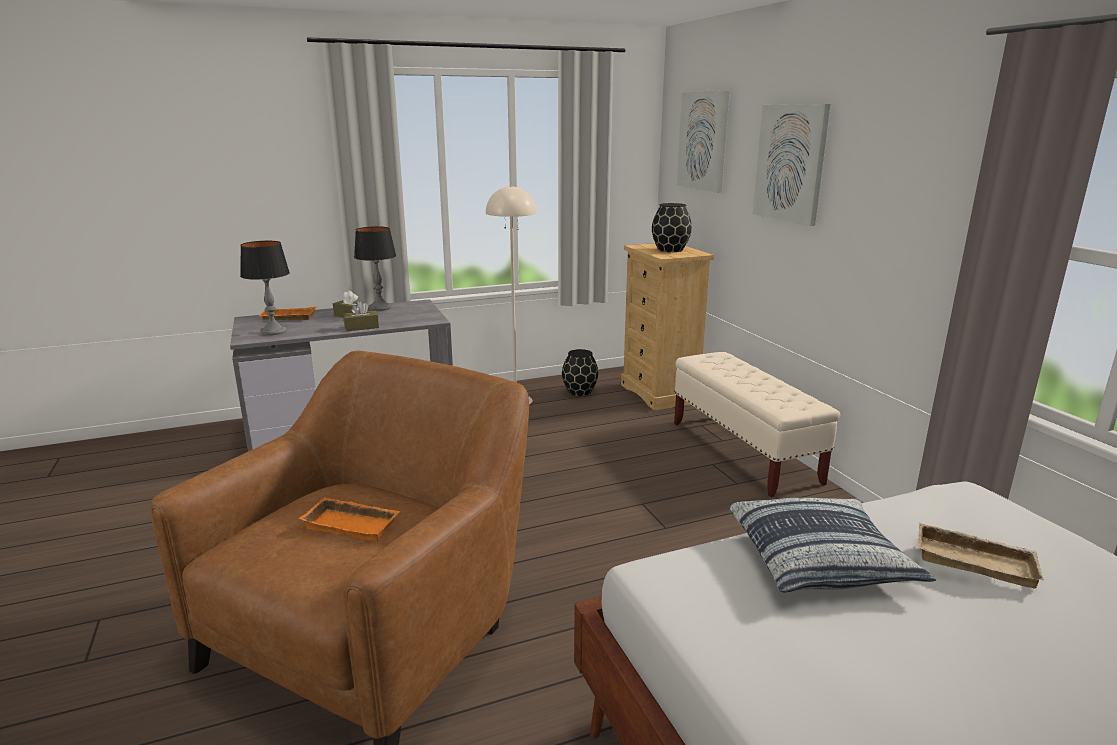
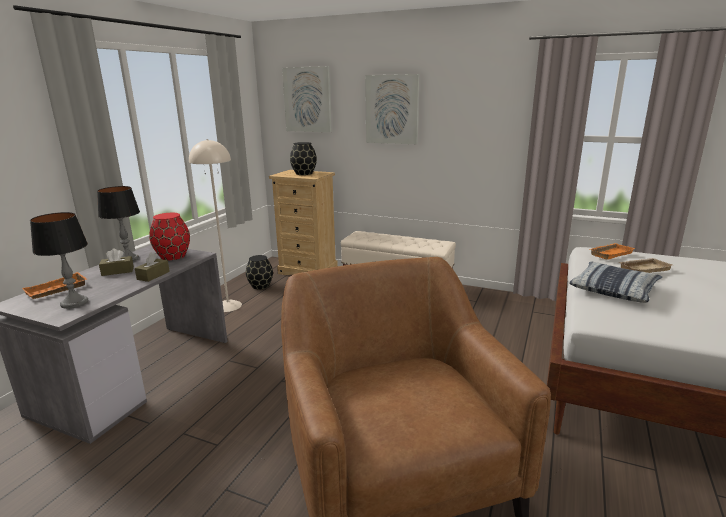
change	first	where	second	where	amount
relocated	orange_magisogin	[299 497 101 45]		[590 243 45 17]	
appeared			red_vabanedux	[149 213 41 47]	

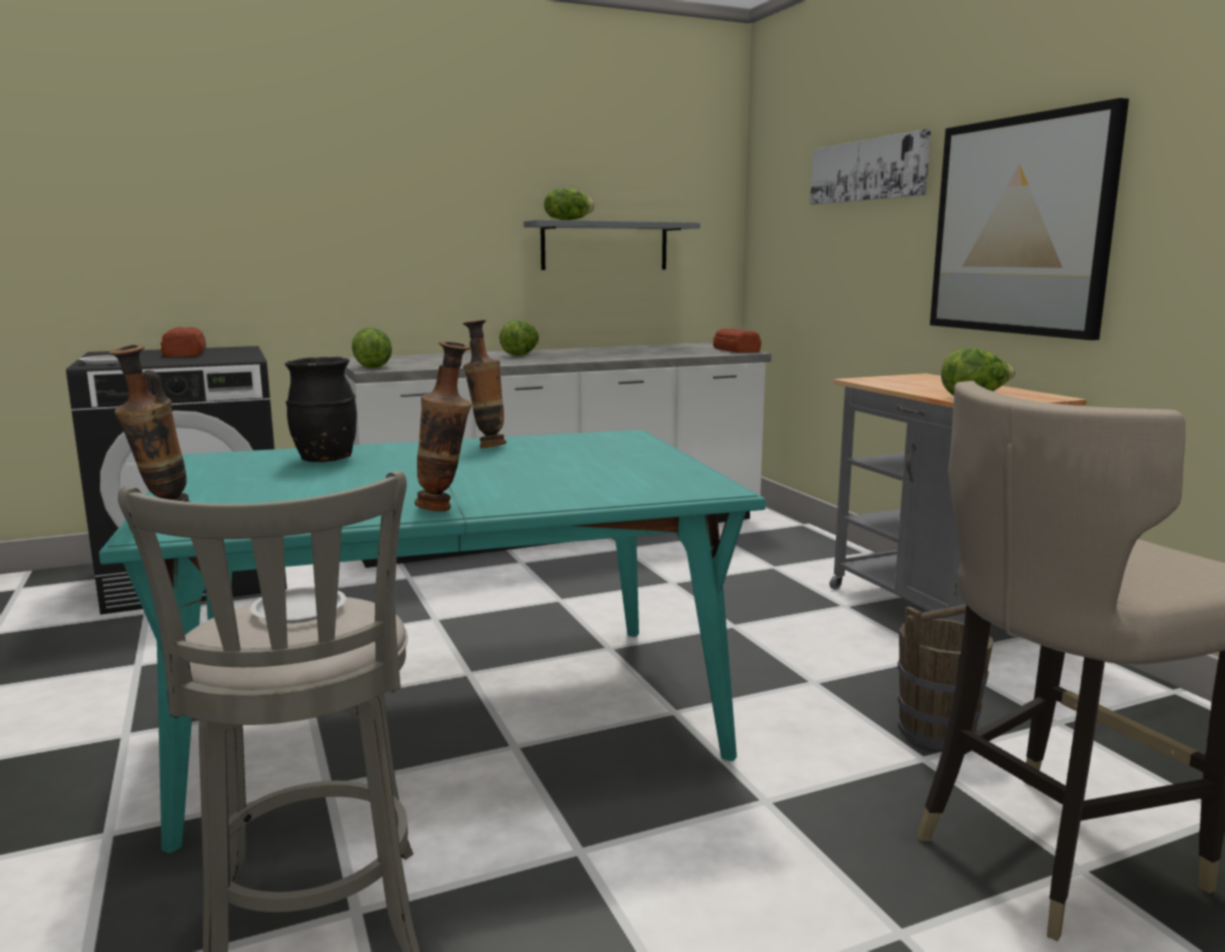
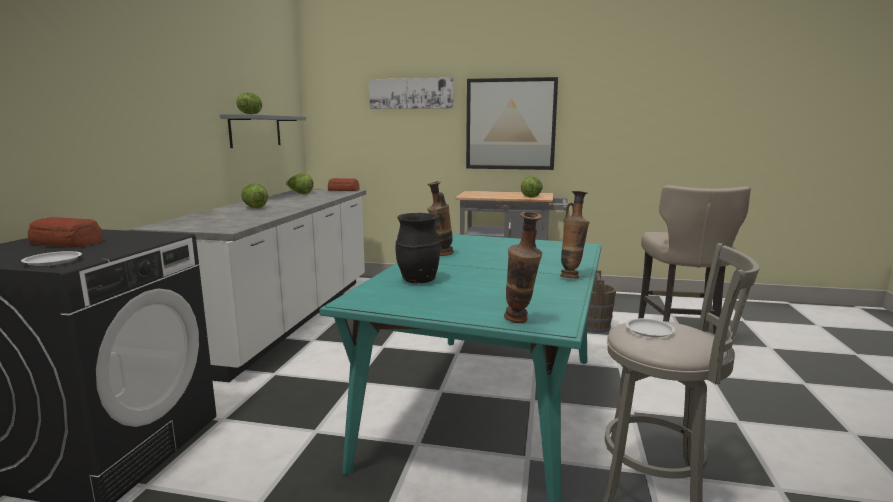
change	first	where	second	where	amount
relocated	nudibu	[352 327 40 41]		[286 173 28 21]	

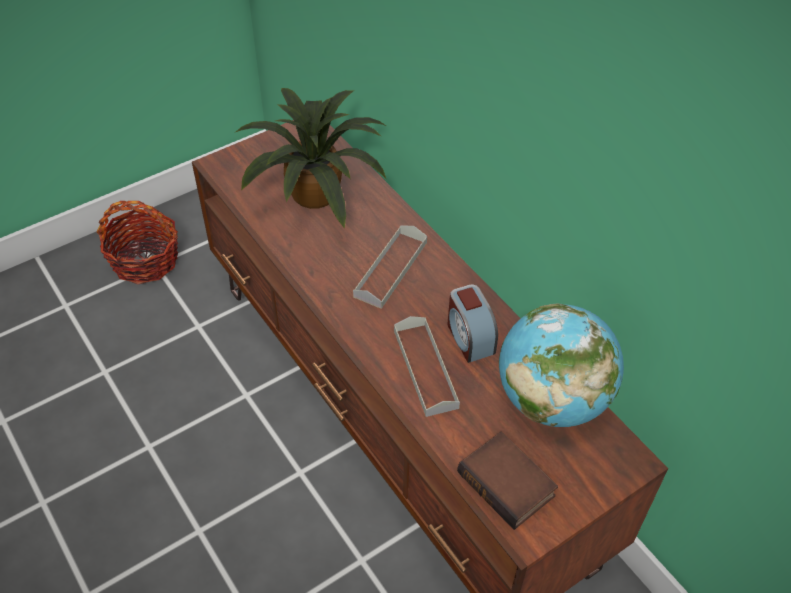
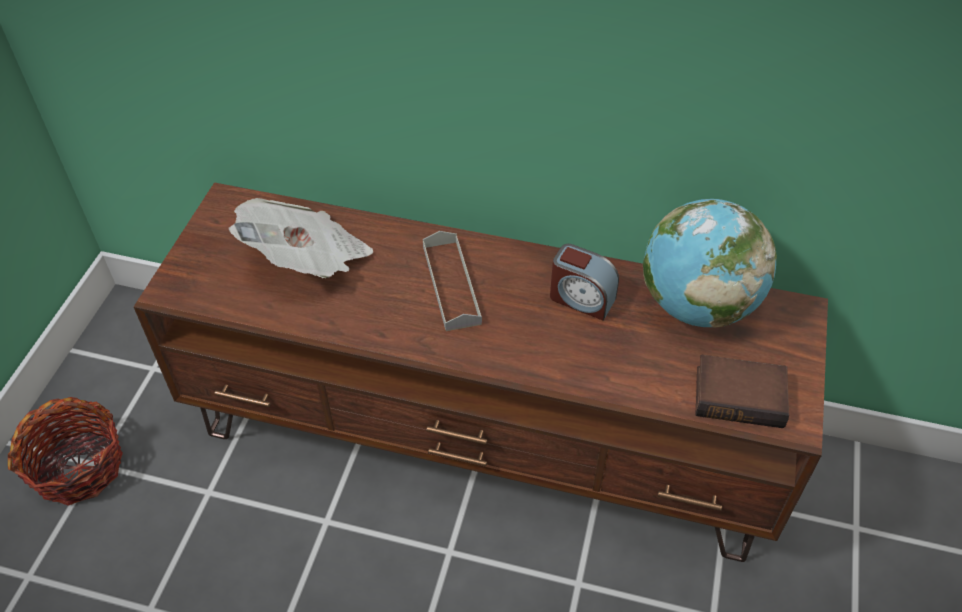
change	first	where	second	where	amount
exchanged	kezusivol	[236 88 150 141]	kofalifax	[228 198 145 80]	
missing	grey_magisogin	[394 316 66 101]			

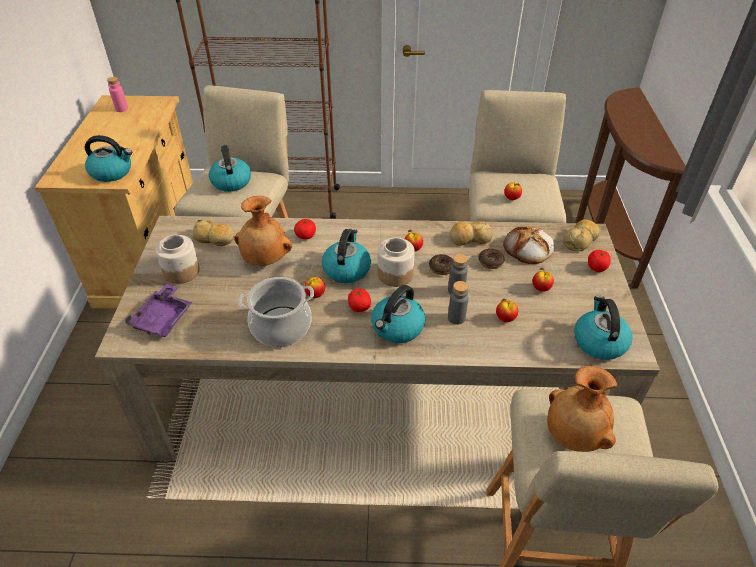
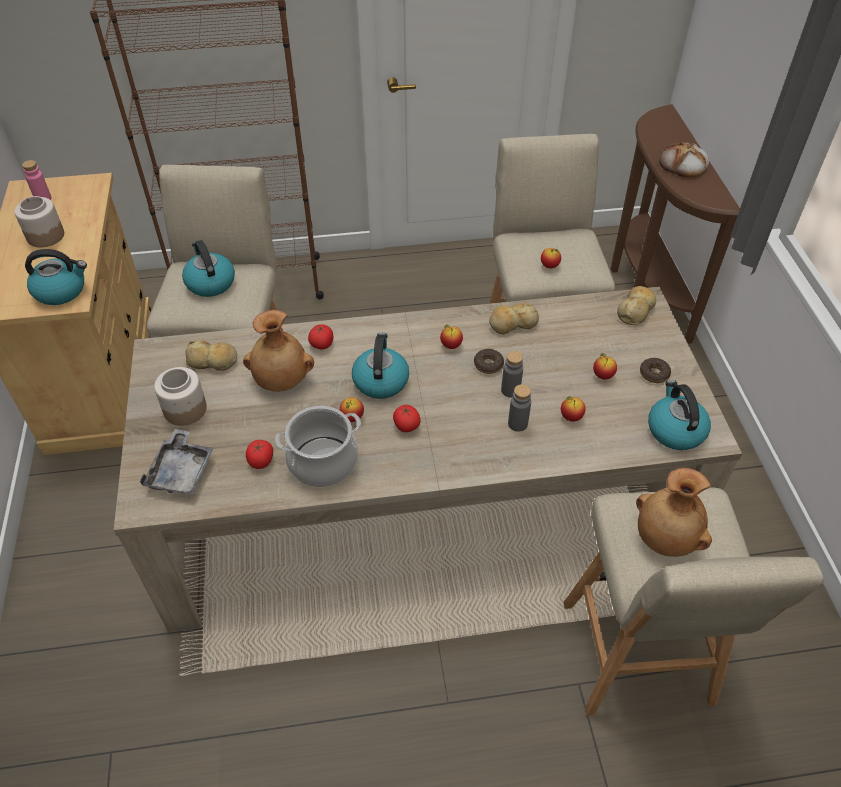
change	first	where	second	where	amount
relocated	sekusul	[503 226 52 38]		[659 142 50 36]	
relocated	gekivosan	[377 238 38 49]		[14 196 50 52]	
relocated	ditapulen	[478 248 27 21]		[640 358 31 25]	
relocated	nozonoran	[588 250 23 22]		[246 440 27 29]	
colour	purple_magisogin	[125 284 67 53]	grey_magisogin	[140 429 73 65]	
missing	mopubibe	[371 285 54 58]			

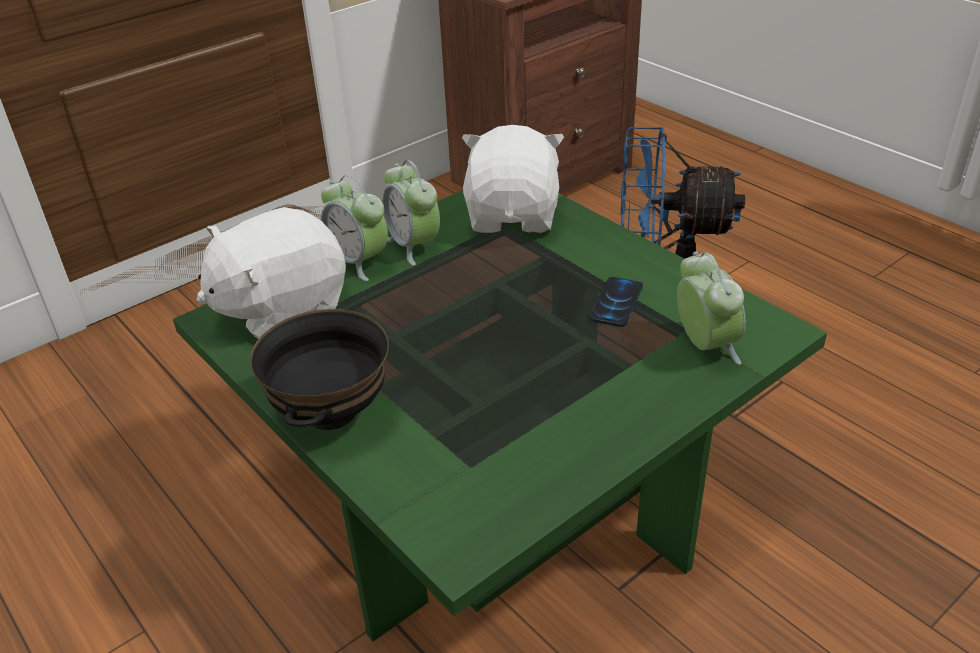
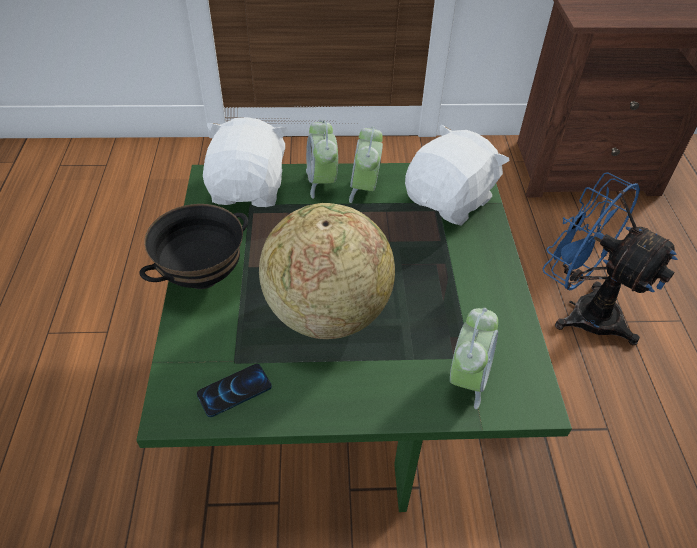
change	first	where	second	where	amount
spun	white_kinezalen	[197 207 149 133]		[203 117 86 90]	90 degrees clockwise
relocated	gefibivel	[590 277 53 50]		[197 364 75 53]	
appeared			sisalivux	[259 203 136 136]	

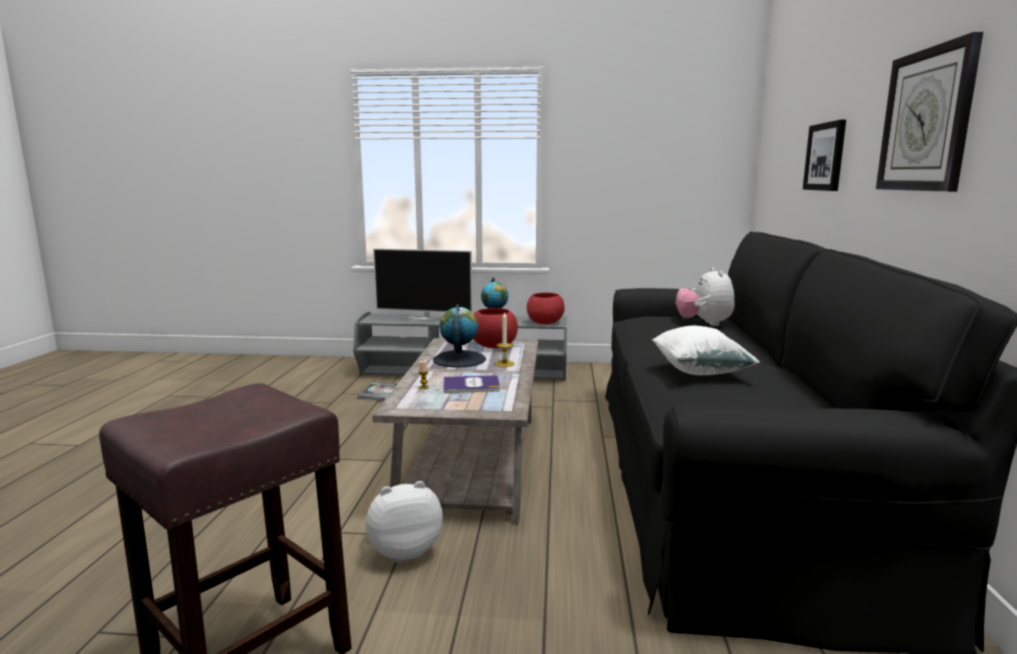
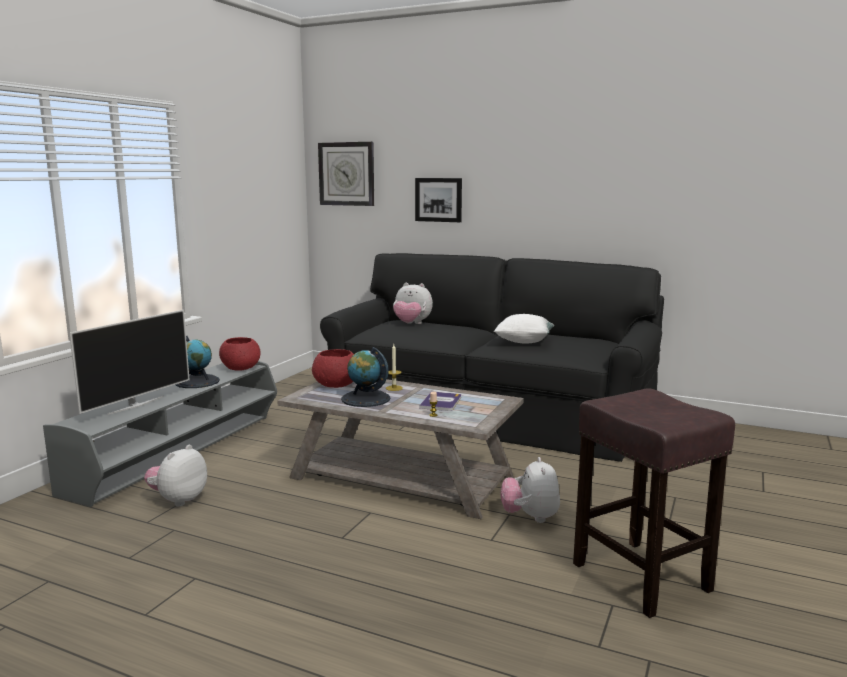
change	first	where	second	where	amount
relocated	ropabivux	[876 32 107 160]		[318 142 56 64]	
exchanged	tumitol	[357 383 40 17]	kinezalen	[144 445 63 61]	

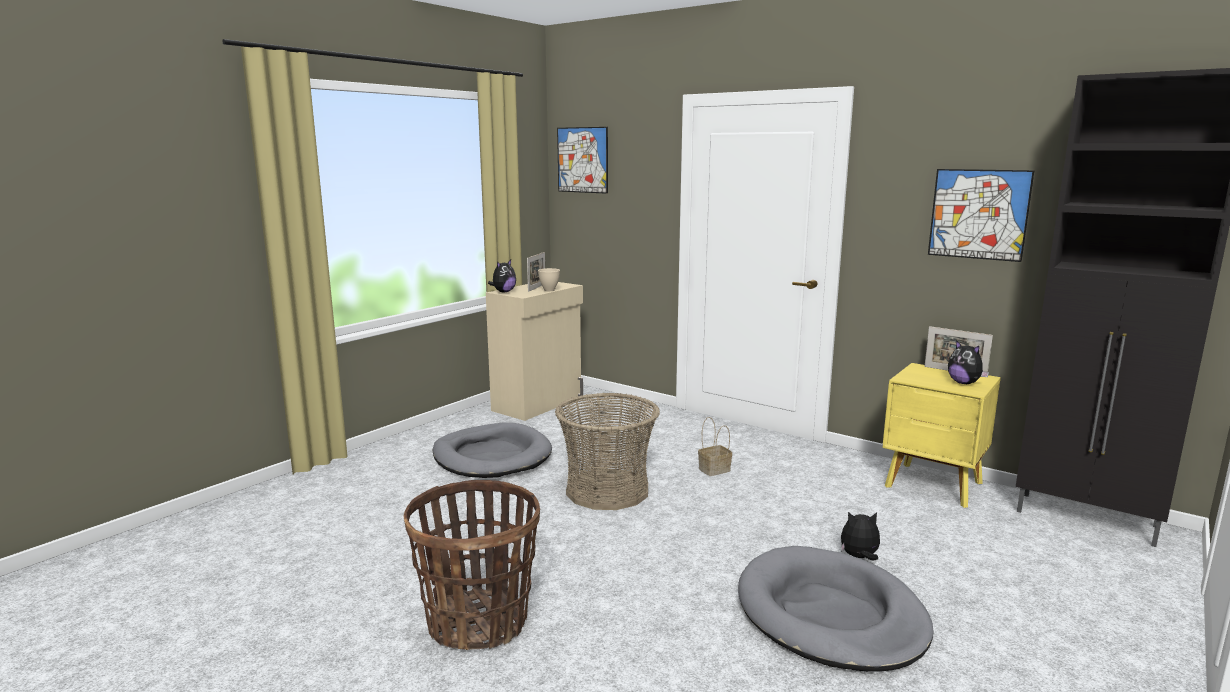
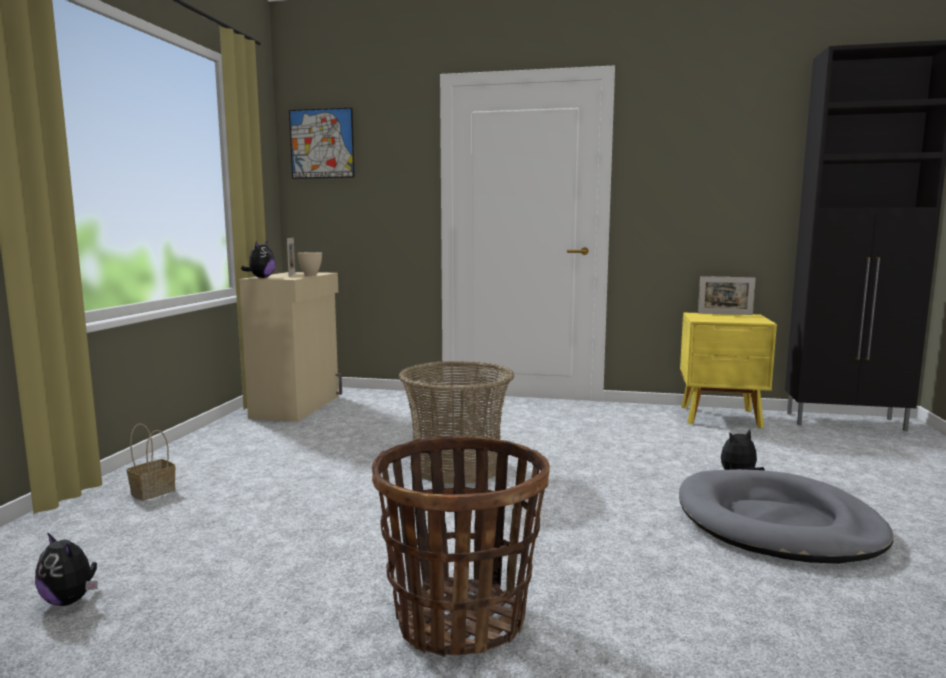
change	first	where	second	where	amount
missing	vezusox	[928 169 107 93]			
relocated	kinezalen	[948 340 41 44]		[35 532 63 74]	
relocated	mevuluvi	[698 417 34 59]		[127 423 49 78]	
missing	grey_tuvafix	[432 422 120 56]			

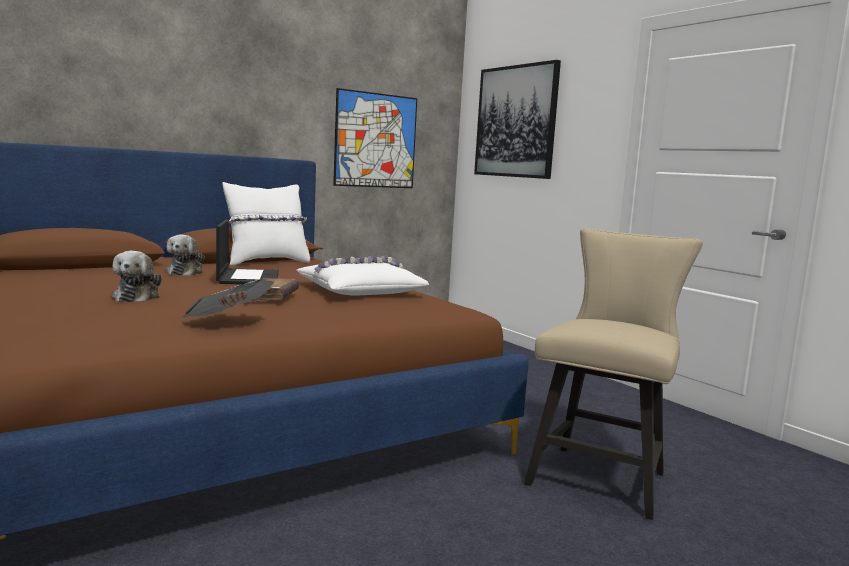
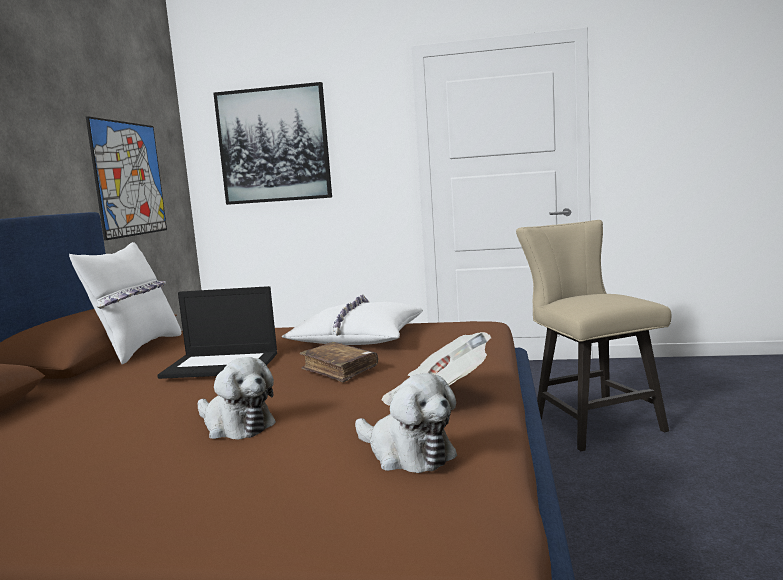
change	first	where	second	where	amount
spun	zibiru	[216 219 63 65]		[157 286 120 93]	150 degrees clockwise
relocated	kinezalen	[166 235 39 41]		[355 373 102 100]	

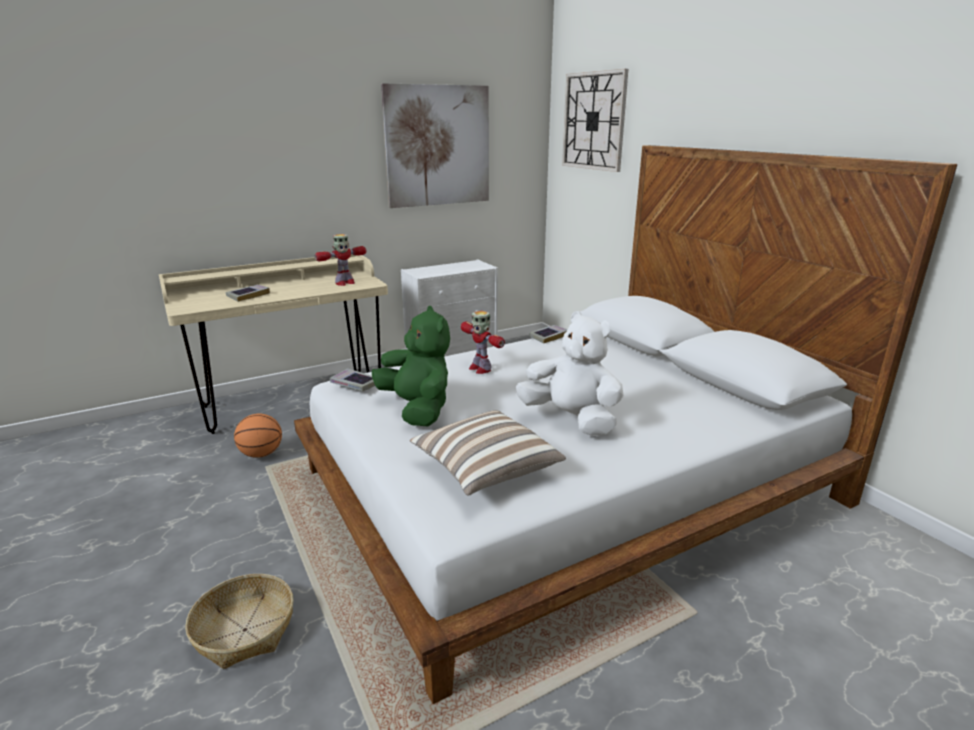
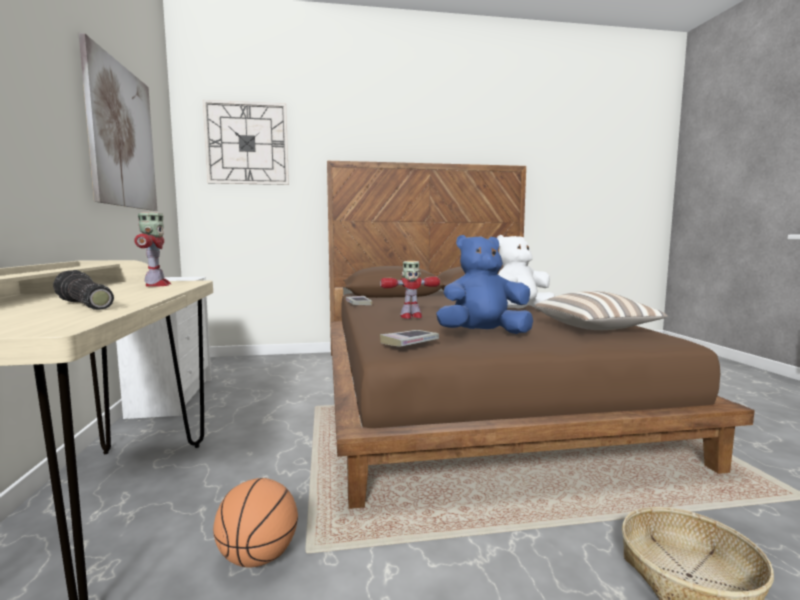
change	first	where	second	where	amount
colour	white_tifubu	[294 145 663 559]	brown_tifubu	[327 161 428 348]	
exchanged	tumitol	[226 285 44 17]	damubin	[53 270 61 40]	
colour	green_kinezalen	[372 306 78 120]	blue_kinezalen	[436 235 97 99]	

